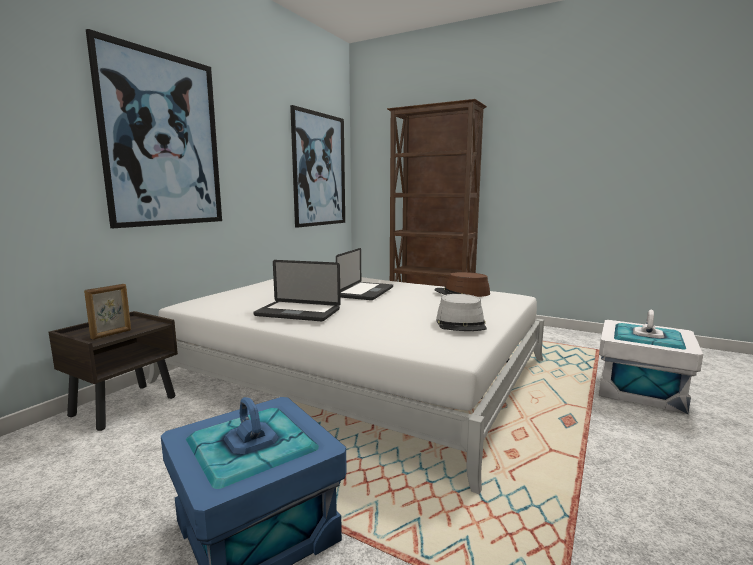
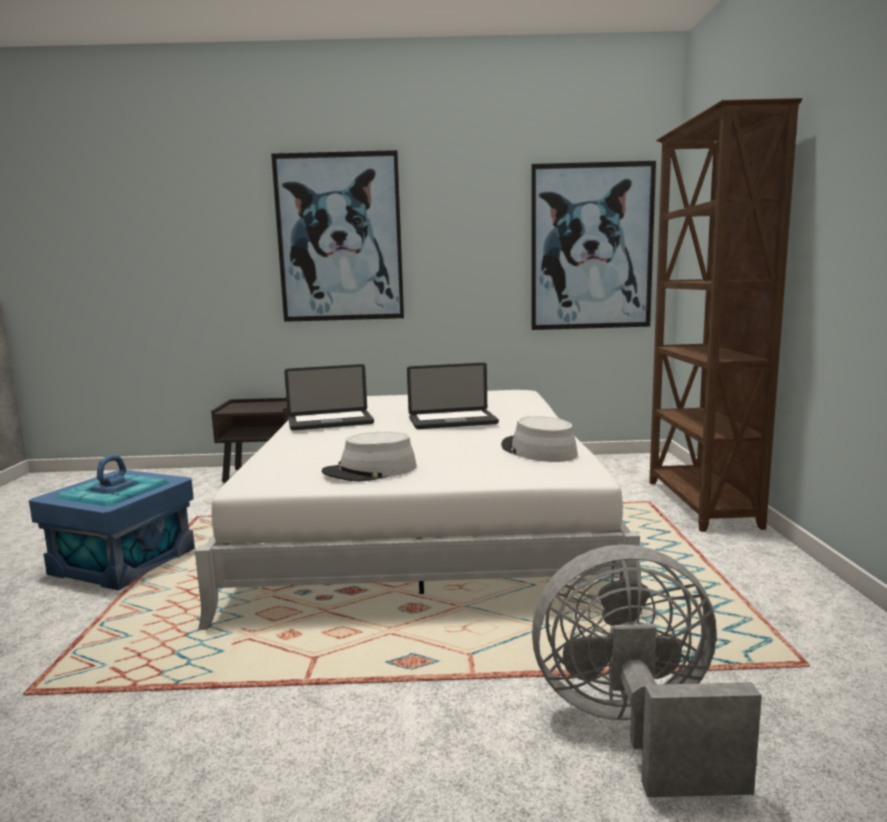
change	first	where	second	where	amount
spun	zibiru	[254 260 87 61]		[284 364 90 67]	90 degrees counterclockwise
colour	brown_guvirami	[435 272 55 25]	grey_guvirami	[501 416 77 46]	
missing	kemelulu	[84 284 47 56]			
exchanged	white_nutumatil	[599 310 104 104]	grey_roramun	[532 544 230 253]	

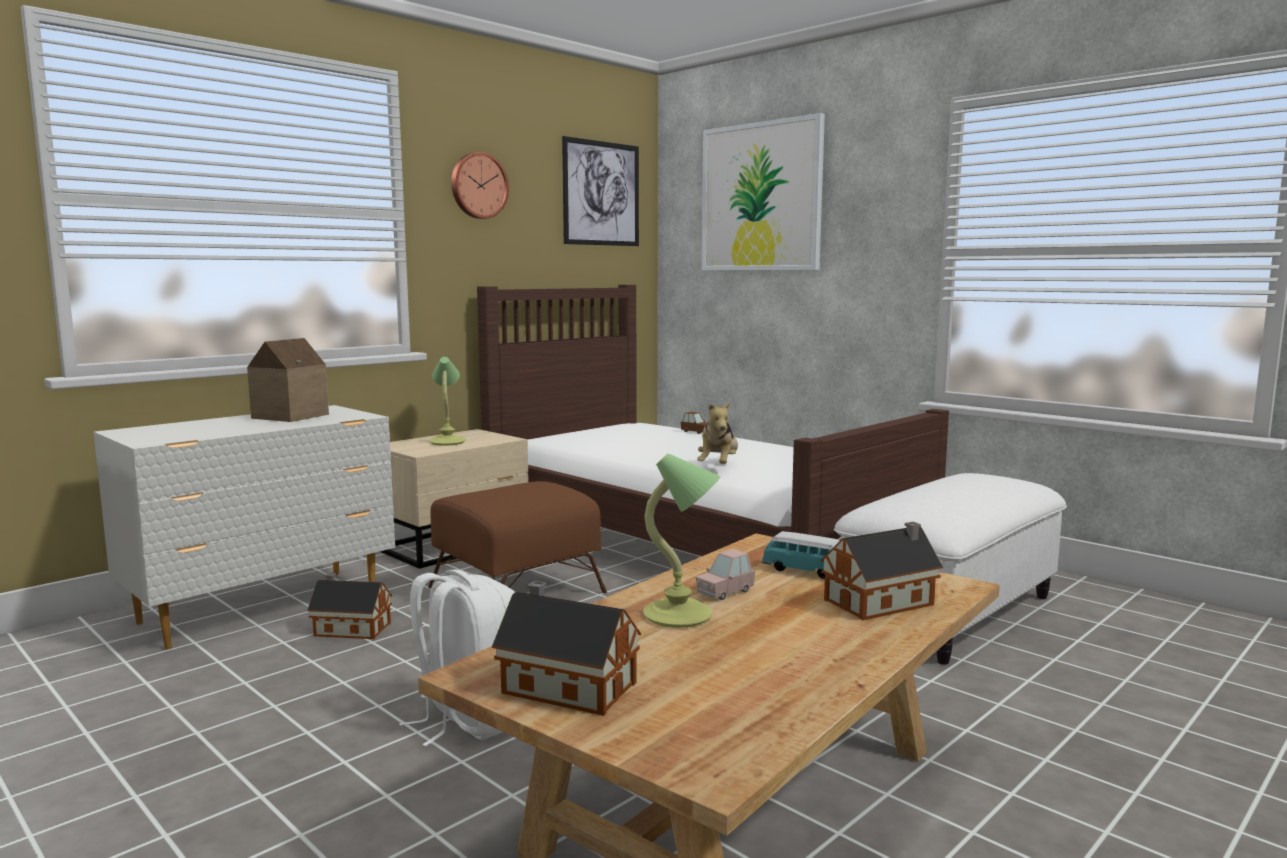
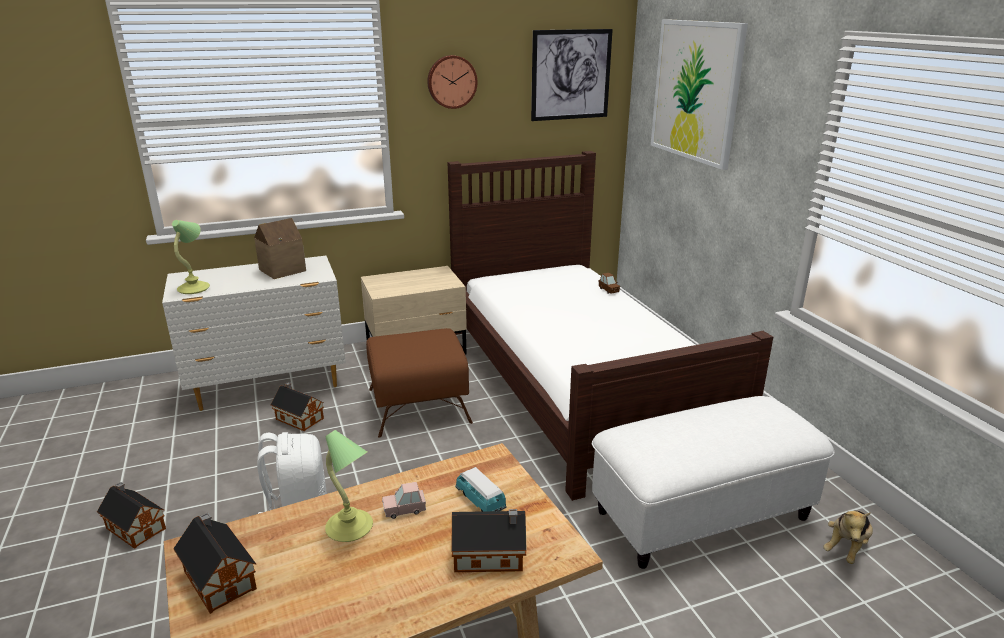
change	first	where	second	where	amount
relocated	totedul	[429 357 37 89]		[172 220 38 74]	
relocated	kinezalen	[697 401 41 63]		[823 511 50 53]	
appeared			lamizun	[97 482 69 67]	

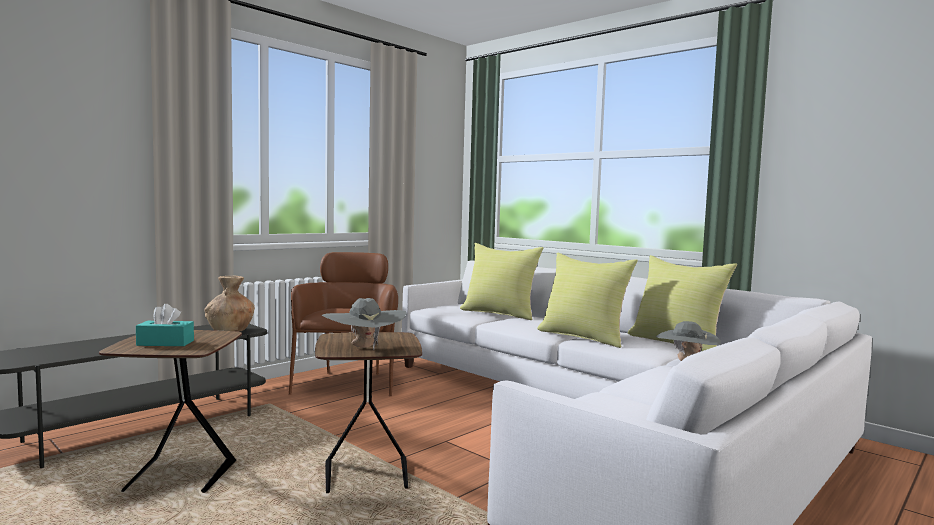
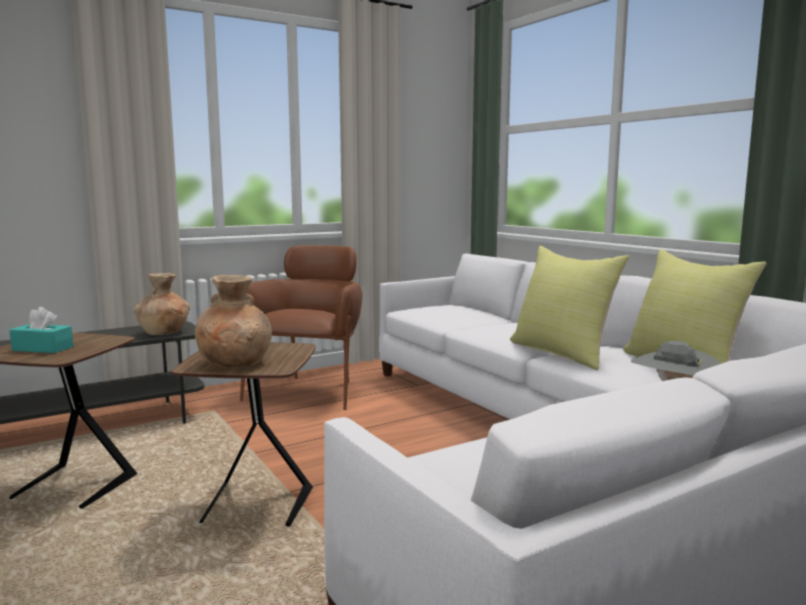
change	first	where	second	where	amount
missing	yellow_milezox	[460 243 84 77]			
exchanged	grey_guvirami	[322 298 85 52]	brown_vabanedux	[195 275 77 92]	

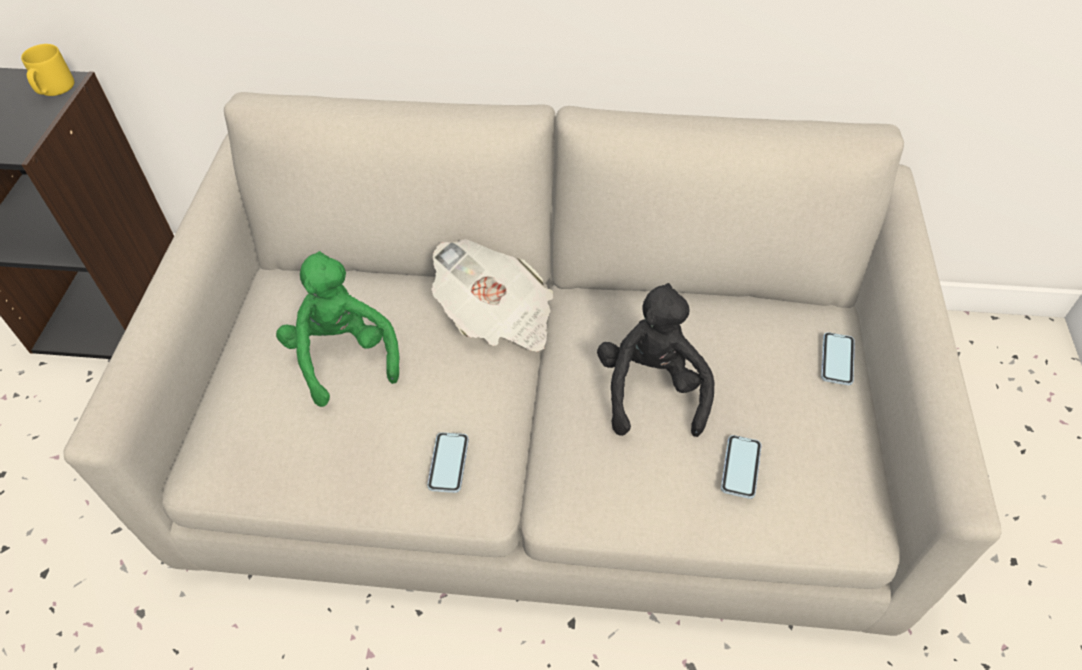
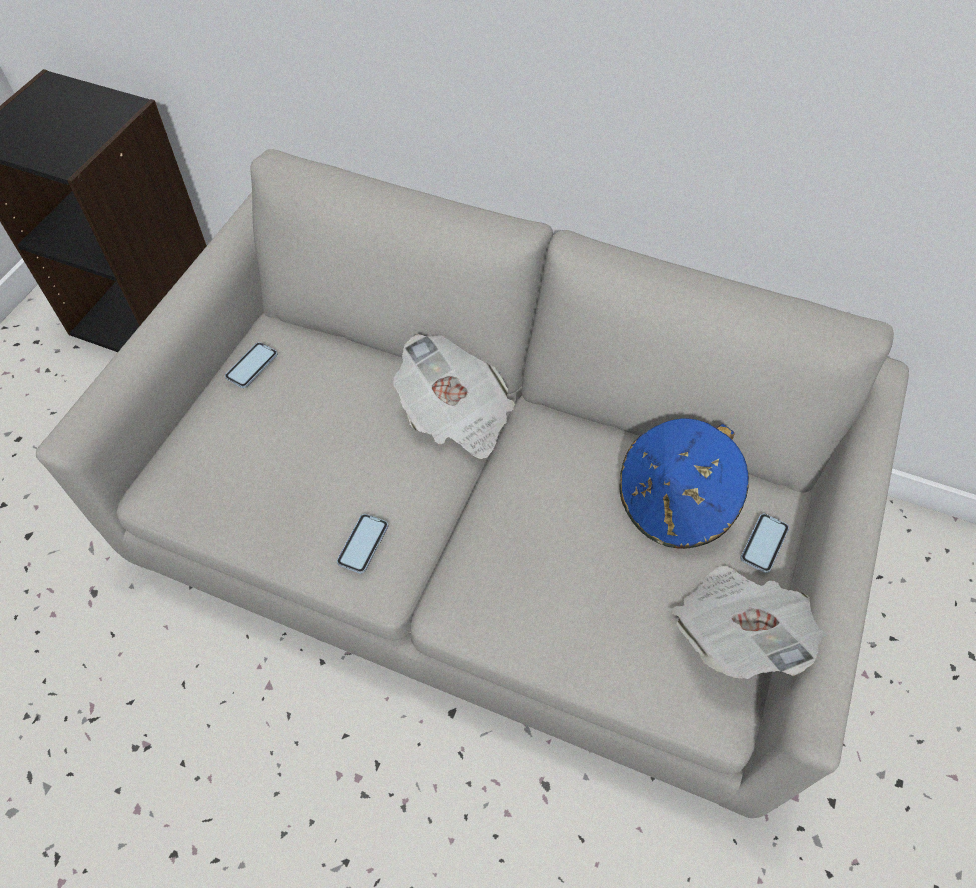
change	first	where	second	where	amount
missing	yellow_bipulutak	[21 44 53 52]			
missing	green_kinezalen	[276 251 123 156]			
missing	black_kinezalen	[597 283 117 154]			
relocated	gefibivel	[721 435 40 64]		[225 342 53 46]	
appeared			blue_guvirami	[620 418 129 131]	
appeared			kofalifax	[671 566 157 113]	

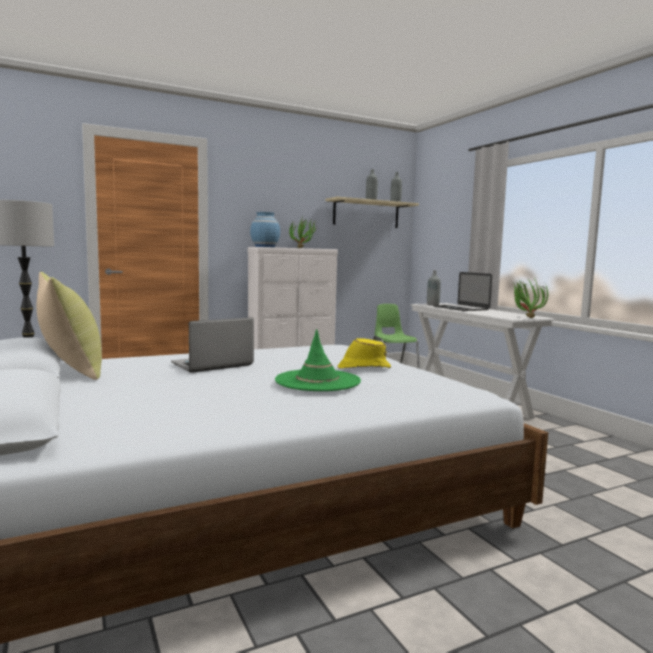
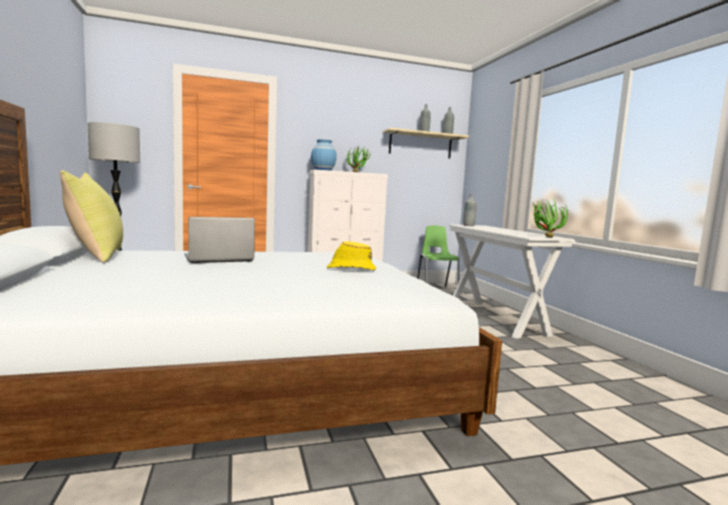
change	first	where	second	where	amount
missing	zibiru	[433 272 59 39]			
missing	green_guvirami	[275 329 86 62]			

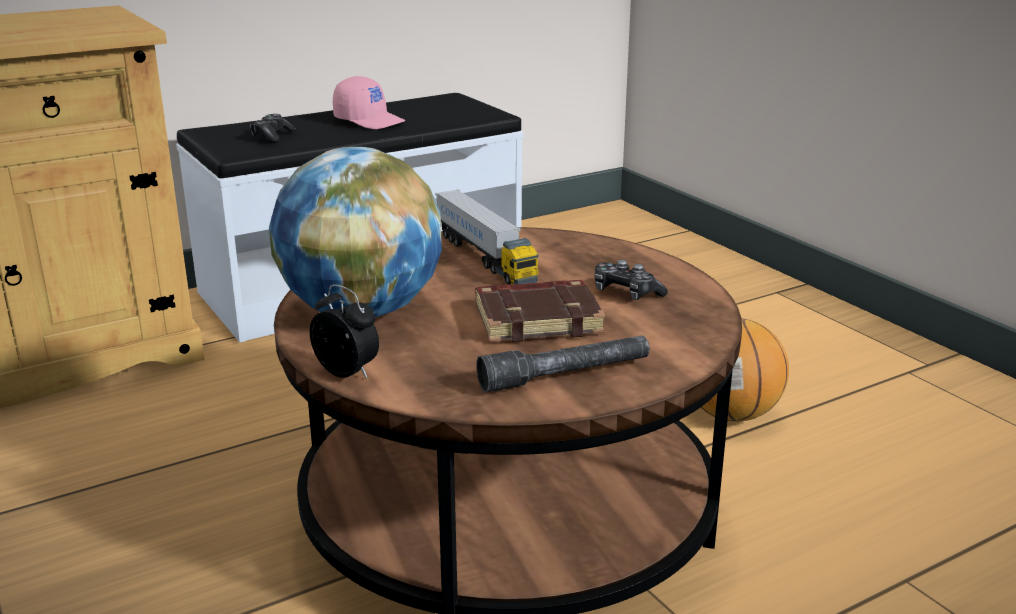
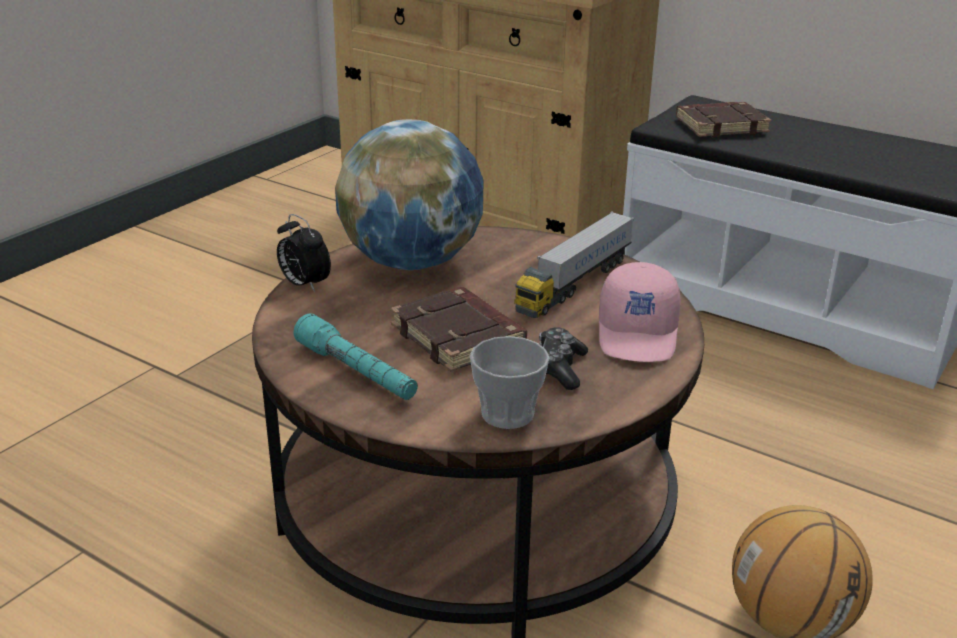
change	first	where	second	where	amount
relocated	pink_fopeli	[333 76 72 53]		[599 262 82 100]	
exchanged	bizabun	[250 114 46 29]	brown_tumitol	[676 102 95 36]	
spun	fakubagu	[310 284 69 95]		[277 214 54 78]	120 degrees clockwise
colour	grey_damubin	[476 336 174 57]	turquoise_damubin	[294 313 124 87]	
appeared			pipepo	[470 336 79 93]	

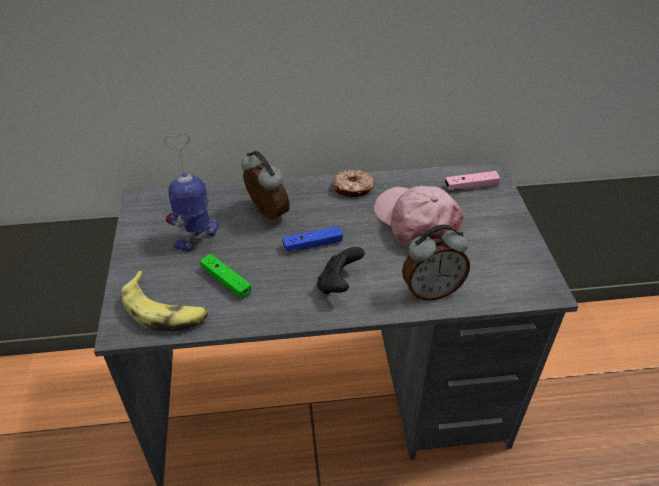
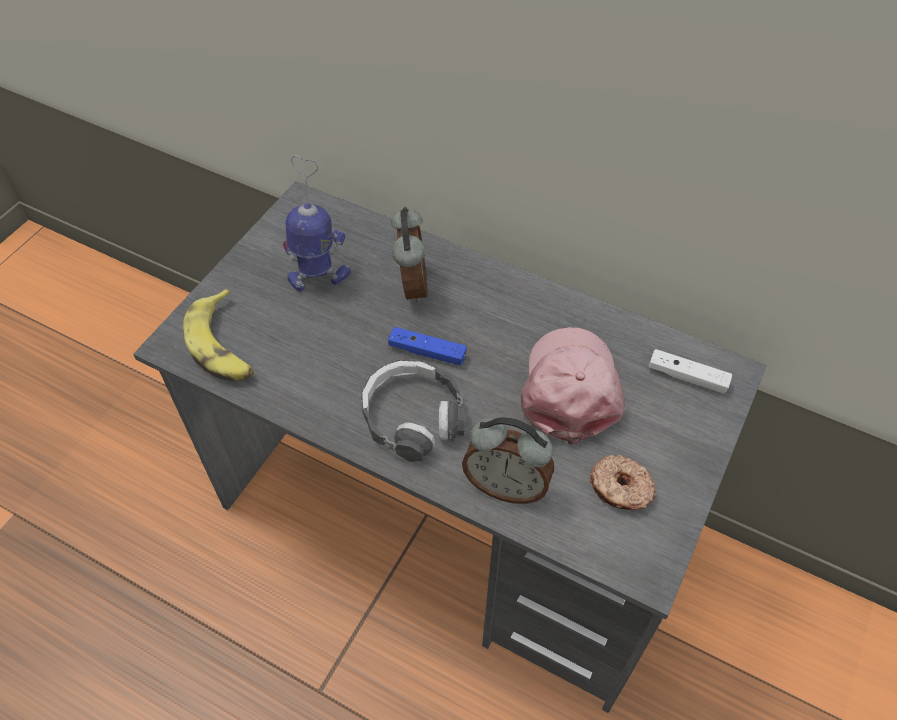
change	first	where	second	where	amount
relocated	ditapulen	[333 170 42 27]		[589 455 67 55]	
colour	pink_bizabun	[445 171 55 19]	white_bizabun	[649 349 83 45]	
exchanged	black_bizabun	[317 247 48 47]	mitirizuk	[361 359 103 103]	
missing	green_bizabun	[200 254 52 45]			

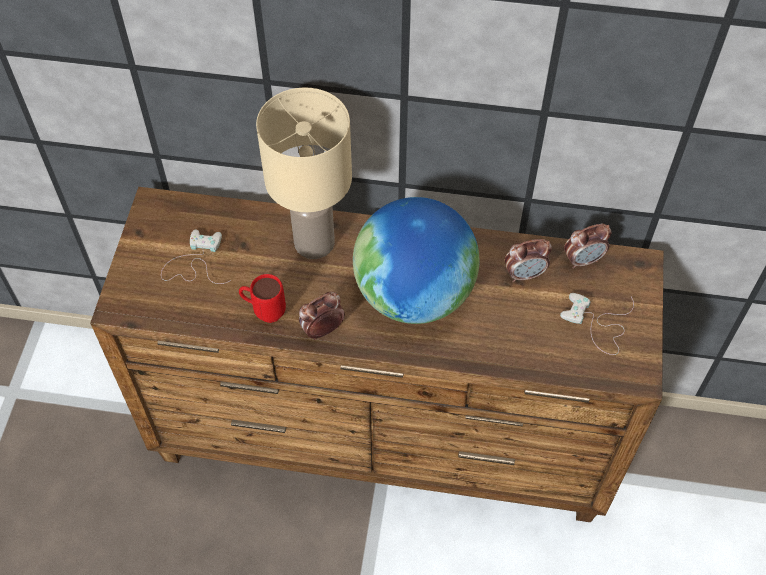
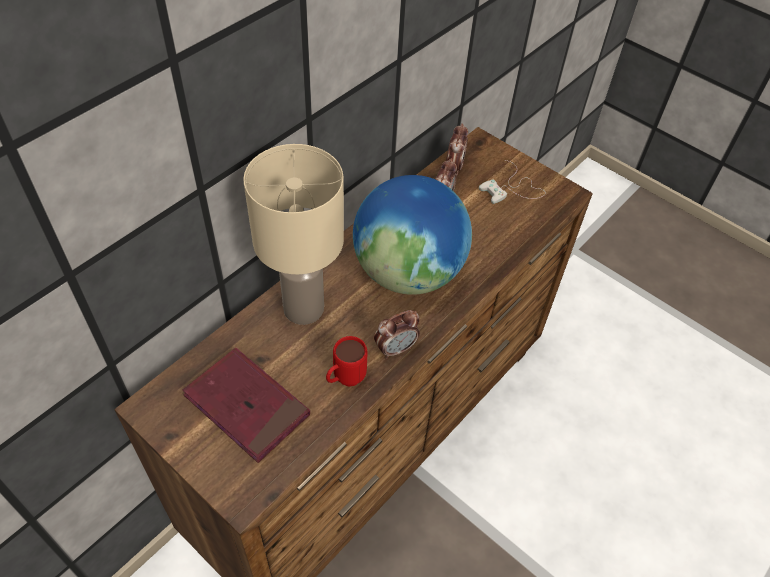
change	first	where	second	where	amount
exchanged	white_bizabun	[161 230 70 54]	red_tumitol	[183 348 127 115]	
spun	fakubagu	[299 291 46 49]		[374 310 46 49]	120 degrees counterclockwise

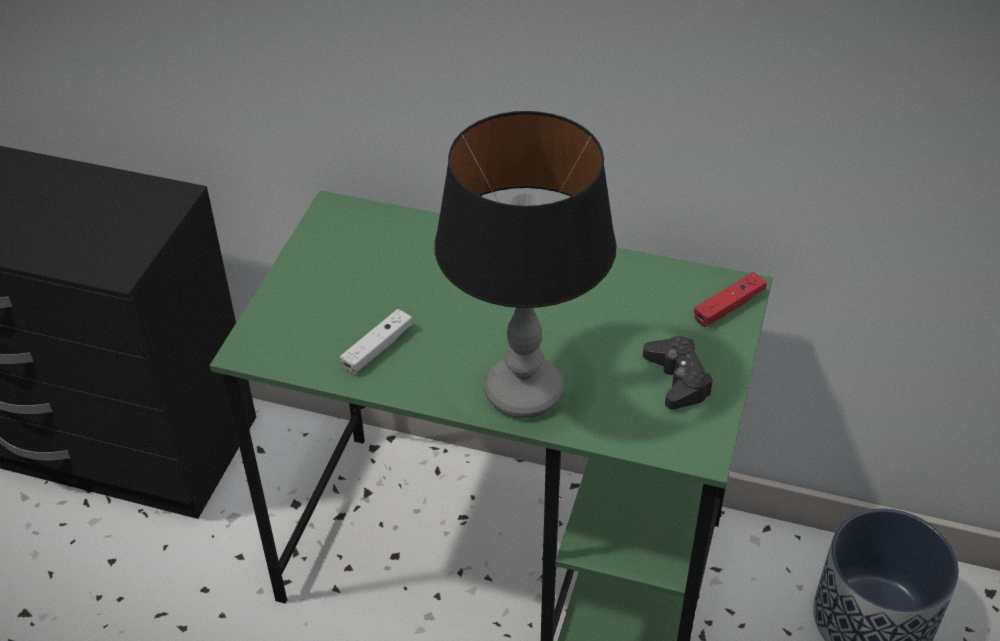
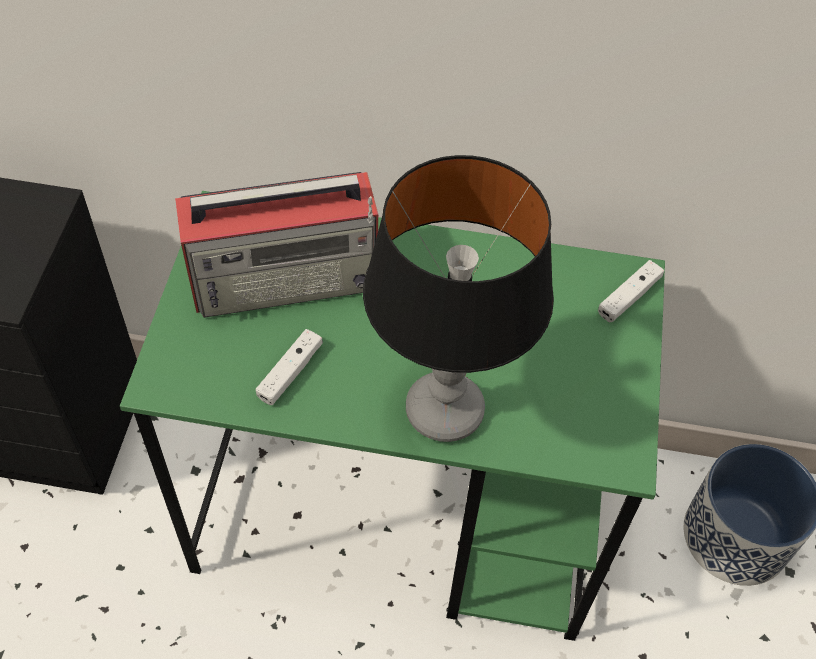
change	first	where	second	where	amount
colour	red_bizabun	[694 272 73 55]	white_bizabun	[598 260 66 62]	
missing	black_bizabun	[643 336 70 73]			
appeared			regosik	[175 172 203 146]	

